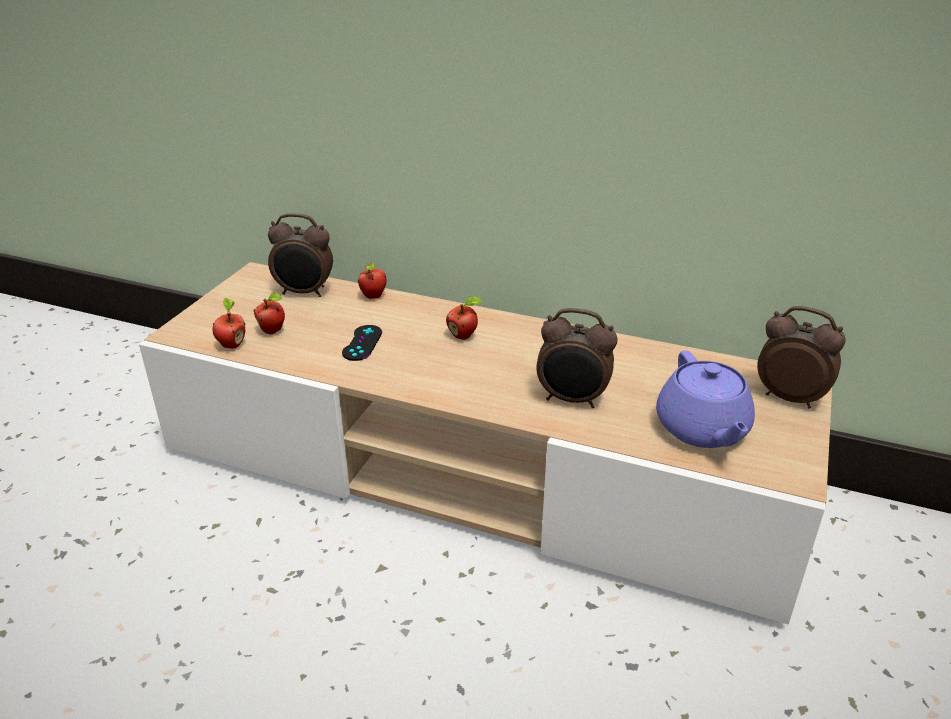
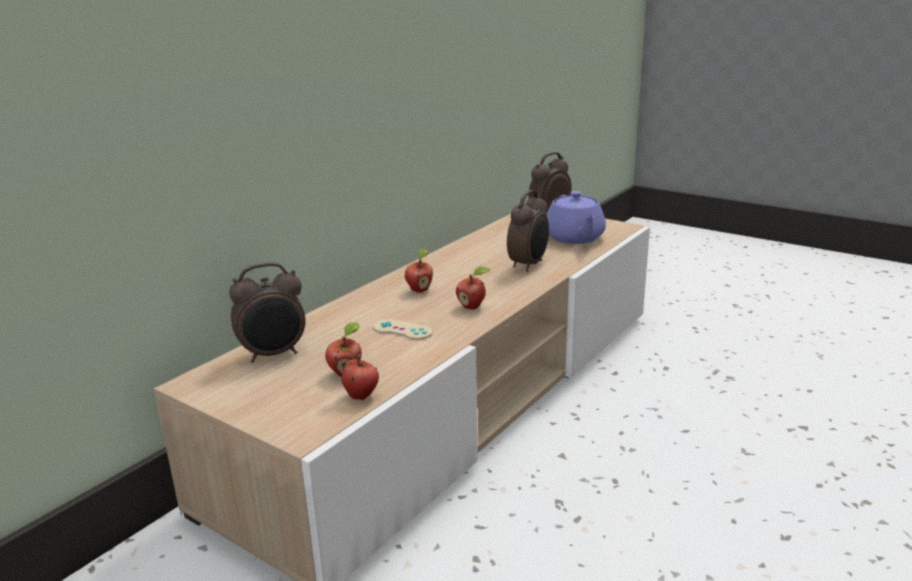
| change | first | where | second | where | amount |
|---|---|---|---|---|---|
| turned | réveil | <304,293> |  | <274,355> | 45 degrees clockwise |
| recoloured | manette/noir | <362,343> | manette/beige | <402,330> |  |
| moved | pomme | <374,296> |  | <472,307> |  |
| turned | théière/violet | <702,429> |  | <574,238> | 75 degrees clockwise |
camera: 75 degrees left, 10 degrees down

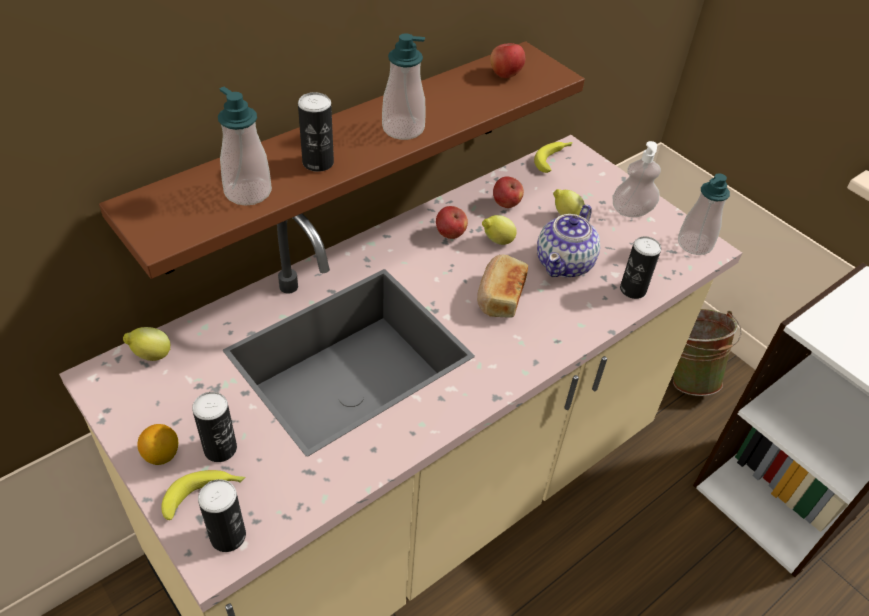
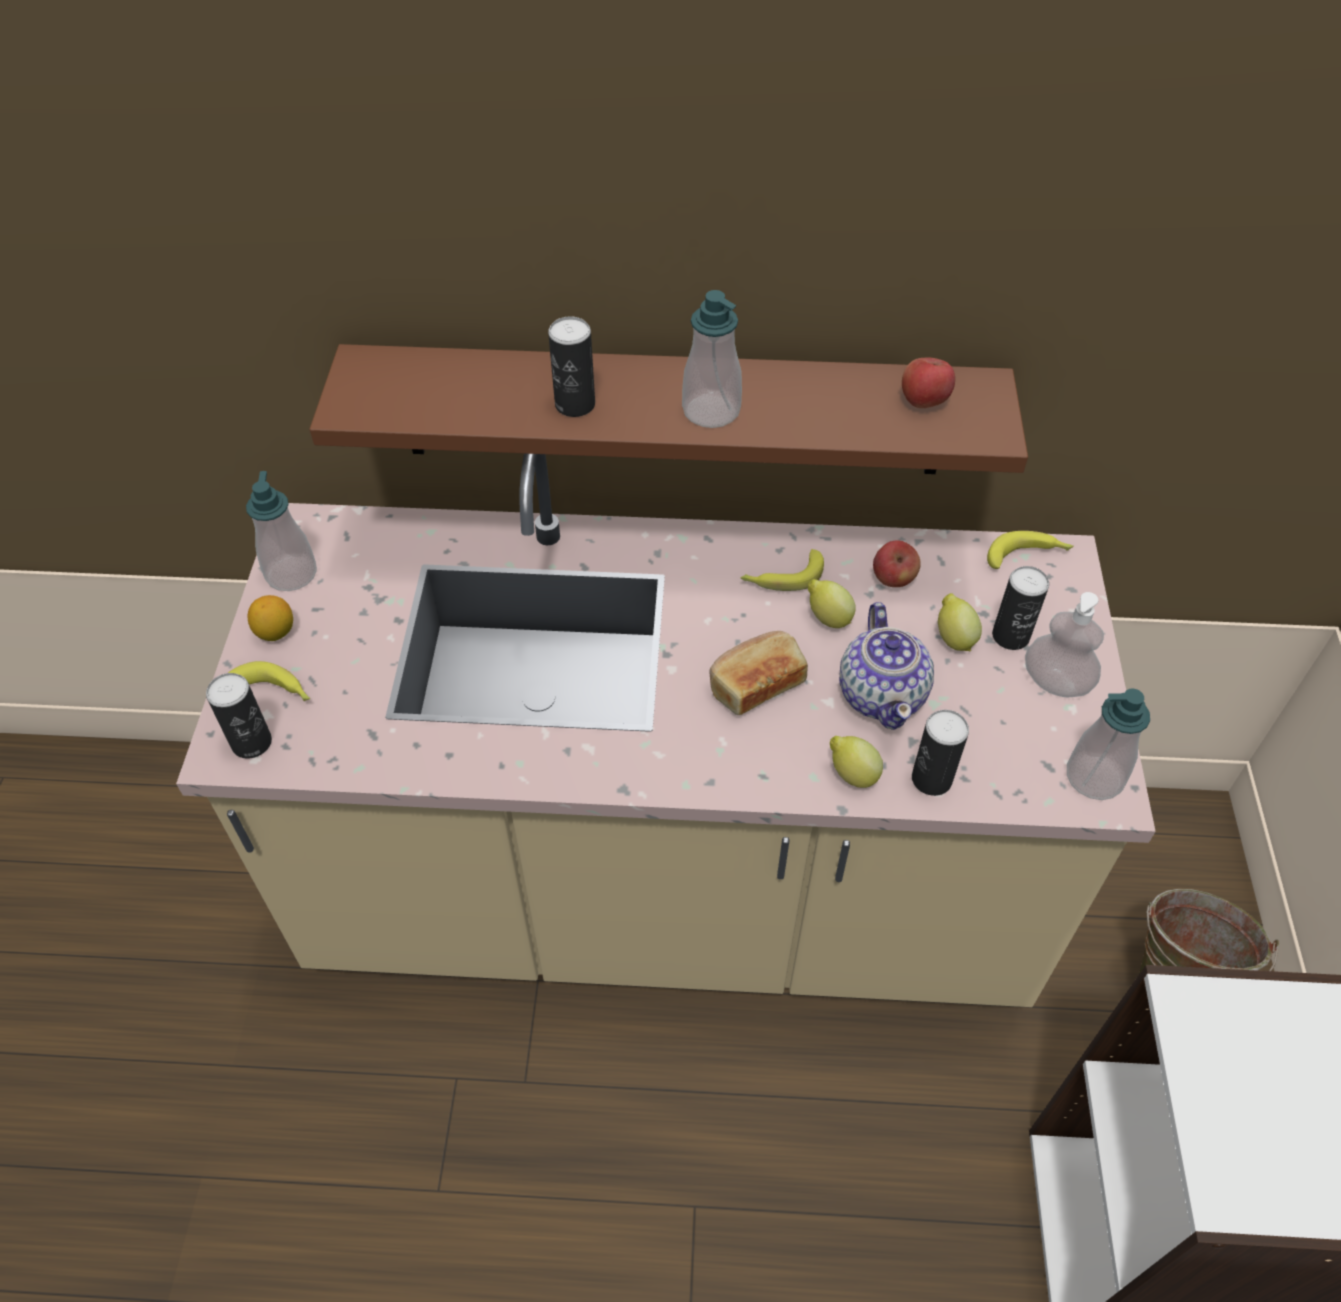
| change | first | where | second | where | amount |
|---|---|---|---|---|---|
| moved | citron | <151,356> |  | <852,774> |  |
| moved | boîte métallique | <220,449> |  | <1010,636> |  |
| moved | distributeur de savon | <248,192> |  | <291,574> |  |
| replaced | pomme | <450,234> | banane | <782,577> |  |
| turned | théière | <565,263> |  | <882,694> | 75 degrees counterclockwise |
camera: 45 degrees right, 5 degrees up

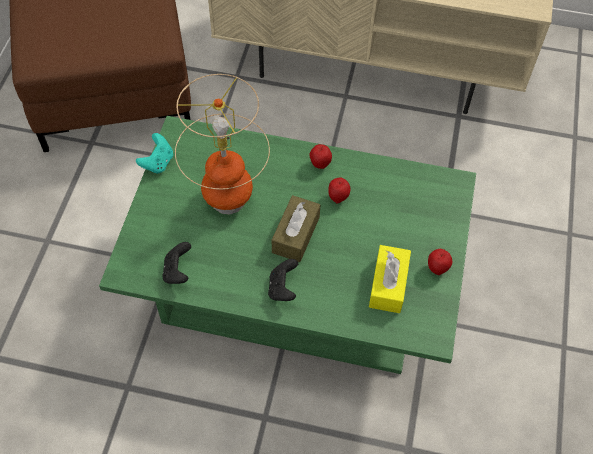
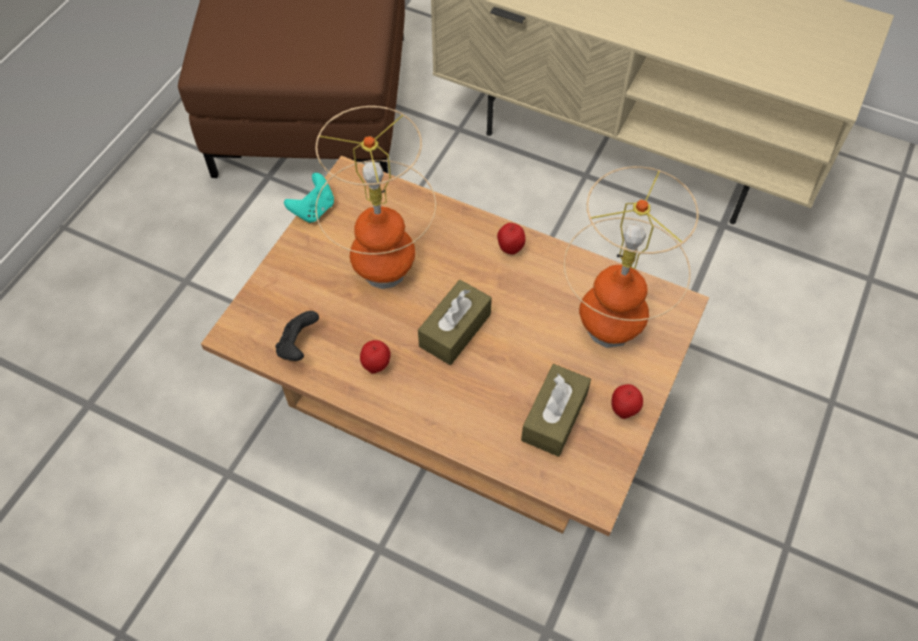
| change | first | where | second | where | amount |
|---|---|---|---|---|---|
| recoloured | table basse/vert | <294,289> | table basse/marron | <459,399> |  |
| removed | manette/noir | <282,288> |  |  |  |
| moved | pomme | <338,198> |  | <376,366> |  |
| recoloured | boîte à mouchoirs/jaune | <388,285> | boîte à mouchoirs/marron | <554,417> |  |
| added |  |  | lampe de table | <608,328> |  |
camera: 15 degrees right, 0 degrees up

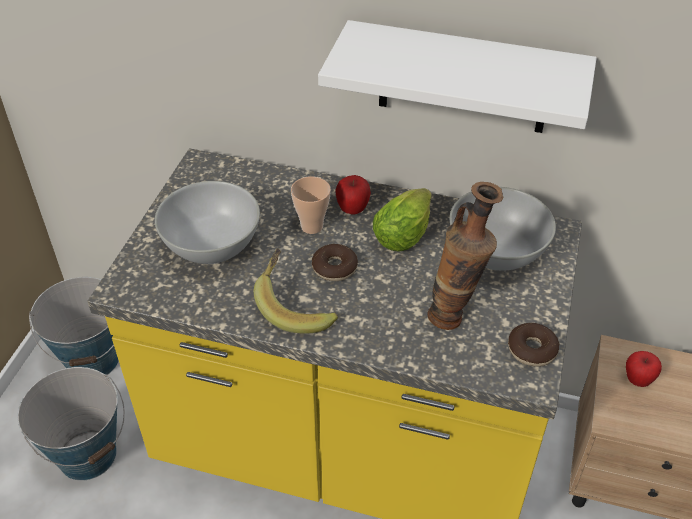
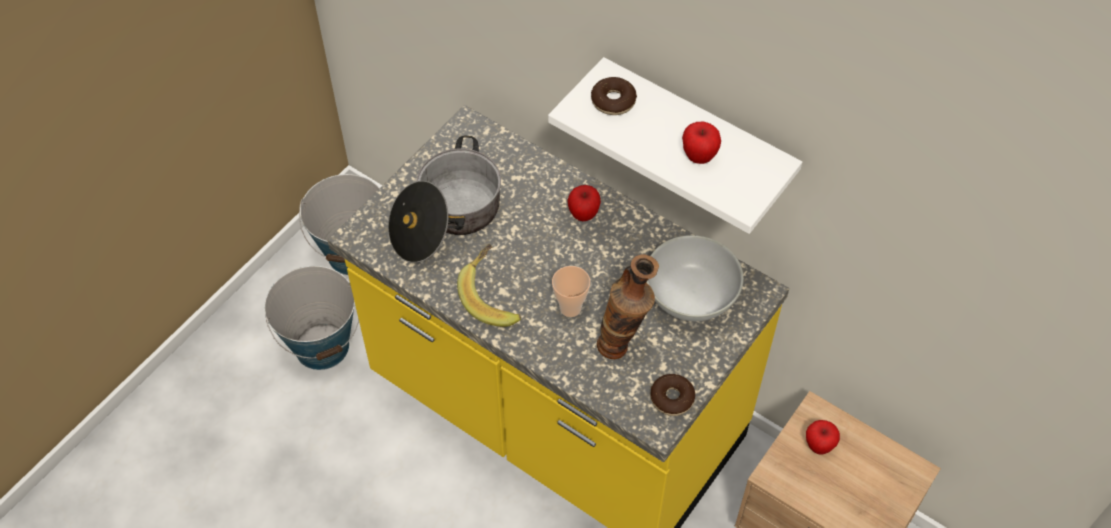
| change | first | where | second | where | amount |
|---|---|---|---|---|---|
| replaced | bol/blanc | <213,248> | marmite | <446,219> |  |
| moved | tasse | <312,226> |  | <570,308> |  |
| moved | beignet | <334,268> |  | <613,101> |  |
| removed | laitue | <405,233> |  |  |  |
| added |  |  | pomme | <699,156> |  |
camera: 20 degrees right, 10 degrees up

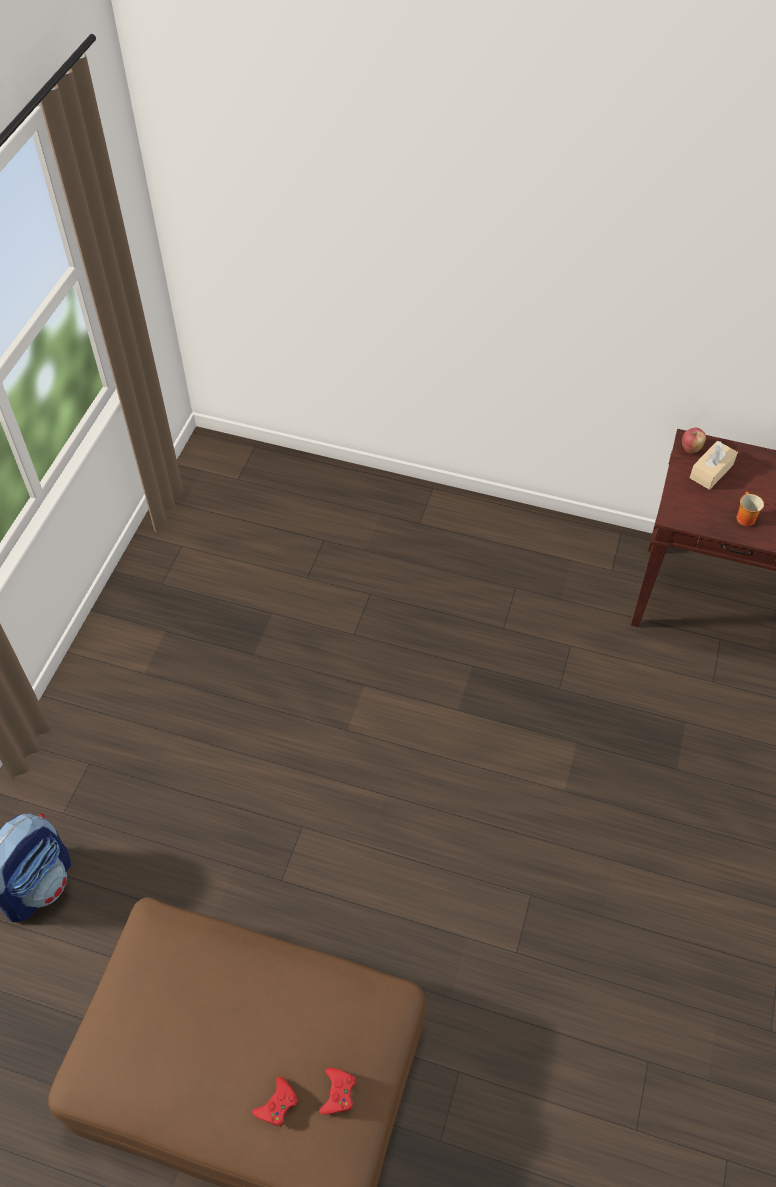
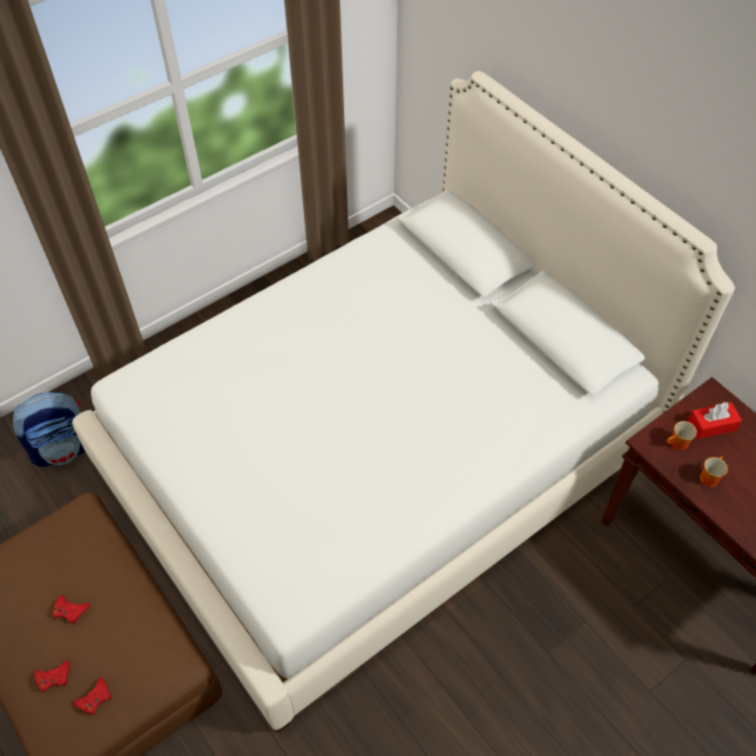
| change | first | where | second | where | amount |
|---|---|---|---|---|---|
| removed | pomme | <690,448> |  |  |  |
| recoloured | boîte à mouchoirs/beige | <711,471> | boîte à mouchoirs/rouge | <711,425> |  |
| added |  |  | manette/rouge | <70,610> |  |
| added |  |  | lit/blanc | <379,460> |  |
| added |  |  | mug | <677,444> |  |
camera: 35 degrees right, 0 degrees up

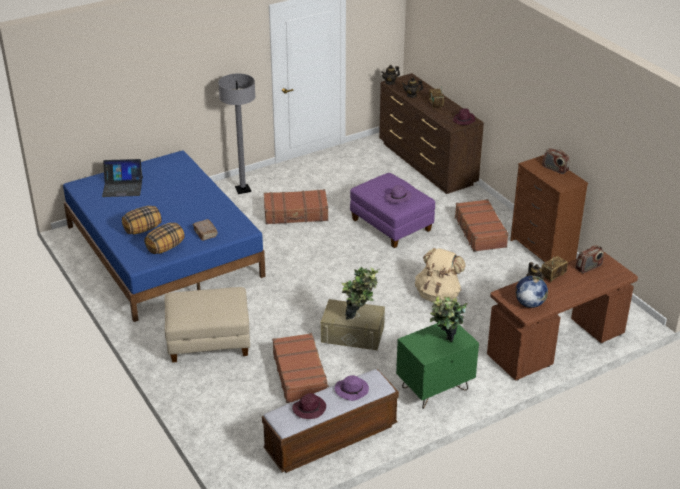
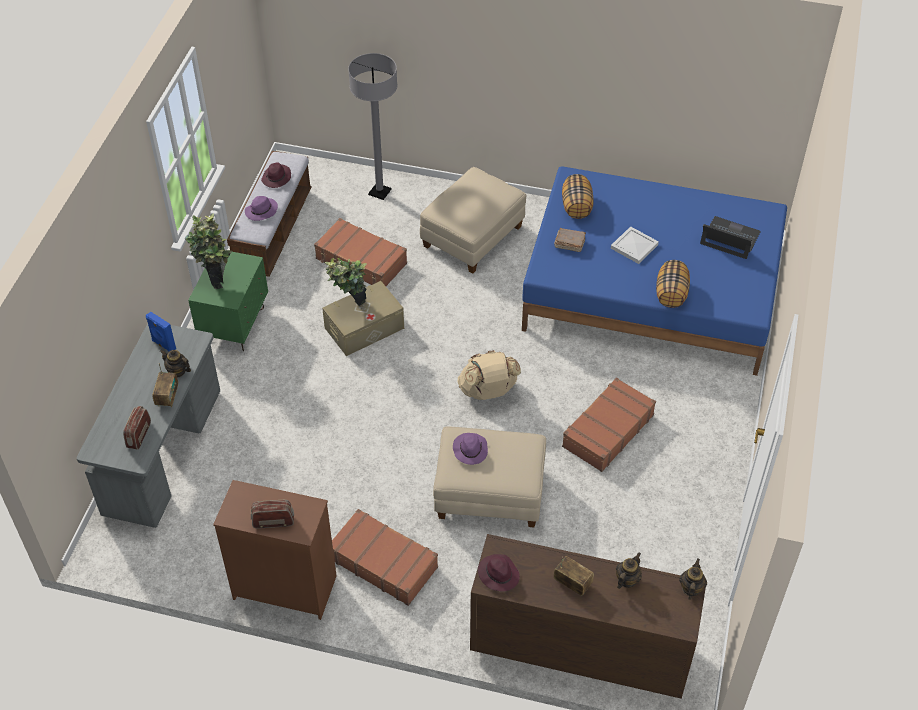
| change | first | where | second | where | amount |
|---|---|---|---|---|---|
| turned | ordinateur portable | <122,187> |  | <729,238> | 75 degrees clockwise |
| moved | coussin | <143,229> |  | <671,294> |  |
| moved | lampadaire/gris | <243,190> |  | <379,192> |  |
| recoloured | pouf/violet | <391,225> | pouf/beige | <489,494> |  |
| moved | sac à dos/beige | <438,295> |  | <488,391> |  |
| recoloured | bureau/marron | <556,345> | bureau/gris | <163,452> |  |
| replaced | globe | <529,304> | enceinte/bleu | <163,345> |  |
| added |  |  | plateau/blanc | <635,246> |  |
camera: 135 degrees right, 15 degrees up

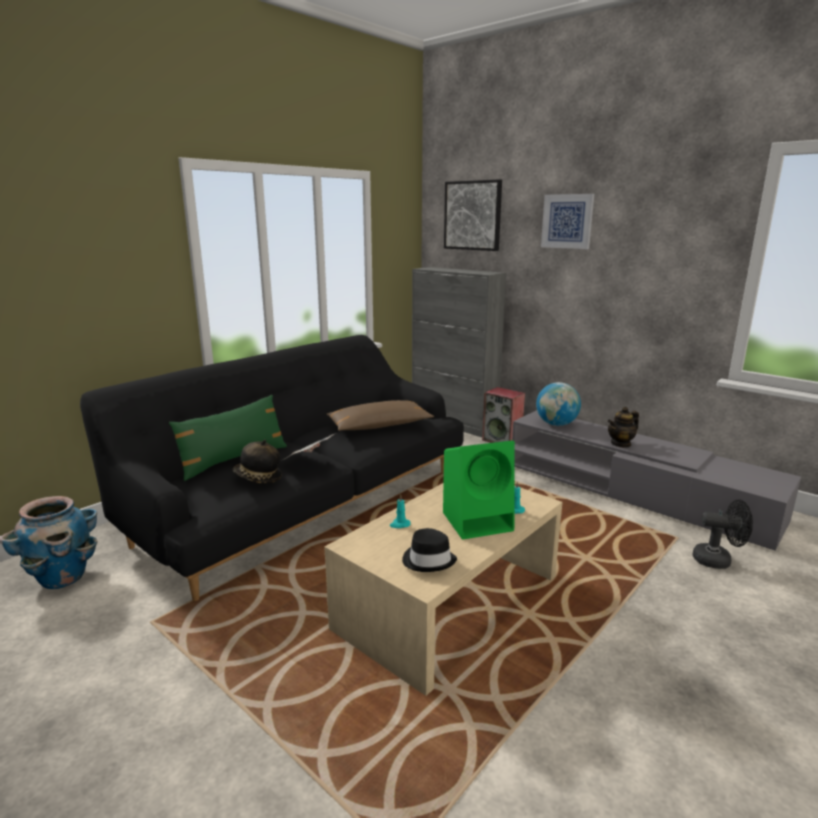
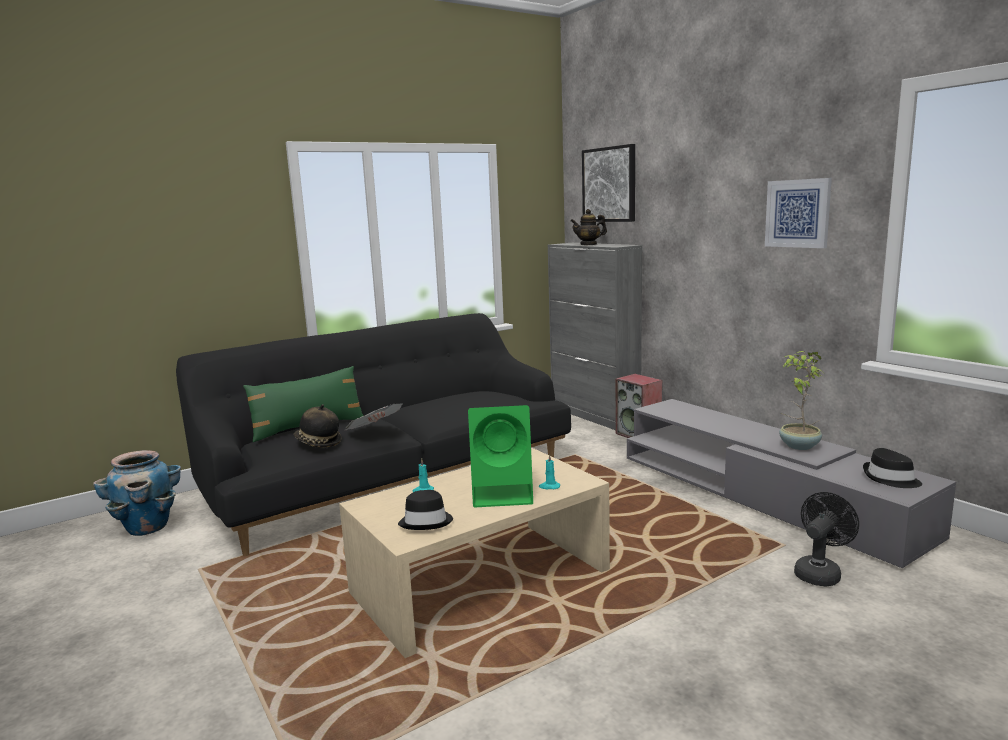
| change | first | where | second | where | amount |
|---|---|---|---|---|---|
| removed | coussin/marron | <379,426> |  |  |  |
| removed | globe | <556,424> |  |  |  |
| moved | tableau | <567,221> |  | <798,213> |  |
| moved | théière | <621,444> |  | <588,244> |  |
| turned | ventilateur/noir | <718,560> |  | <820,572> | 75 degrees counterclockwise |
| added |  |  | plante en pot | <798,446> |  |
| added |  |  | chapeau/noir | <890,479> |  |
camera: 15 degrees right, 5 degrees down

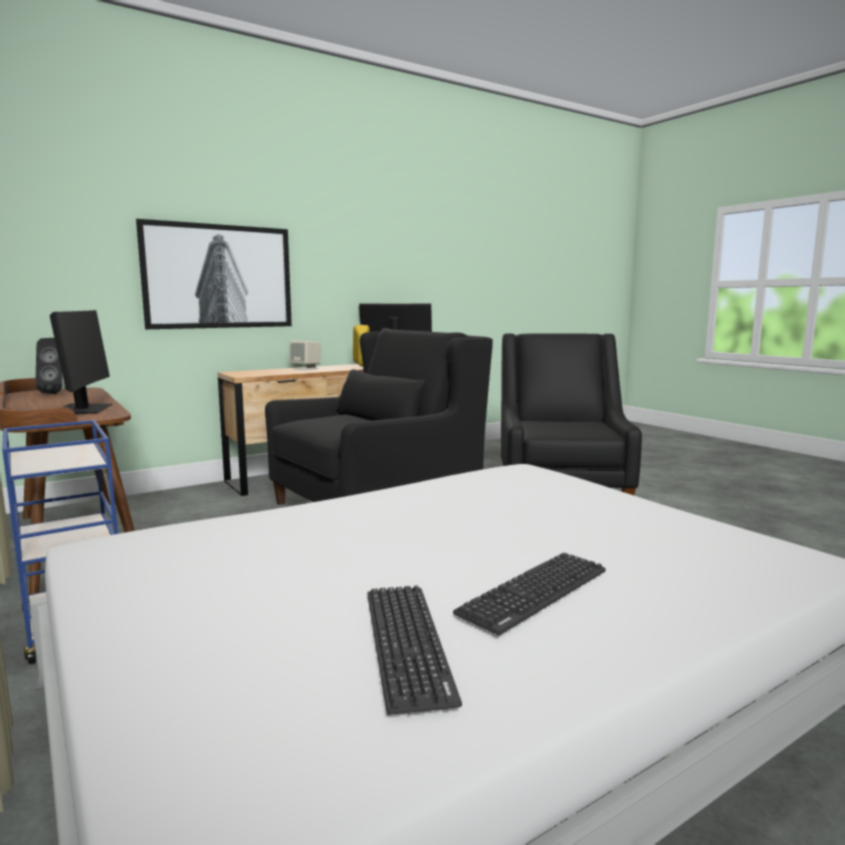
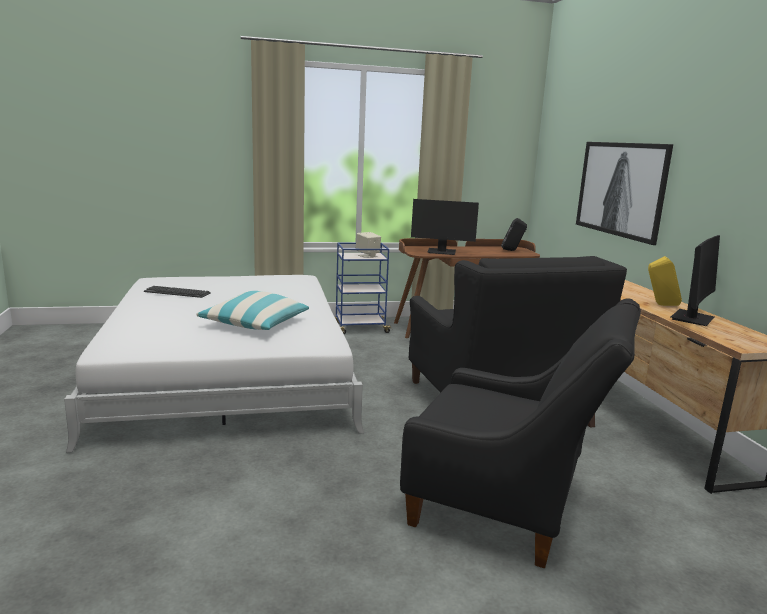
| change | first | where | second | where | amount |
|---|---|---|---|---|---|
| moved | enceinte/beige | <306,369> |  | <367,256> |  |
| removed | clavier | <535,592> |  |  |  |
| added |  |  | coussin | <255,323> |  |
camera: 110 degrees right, 5 degrees up

